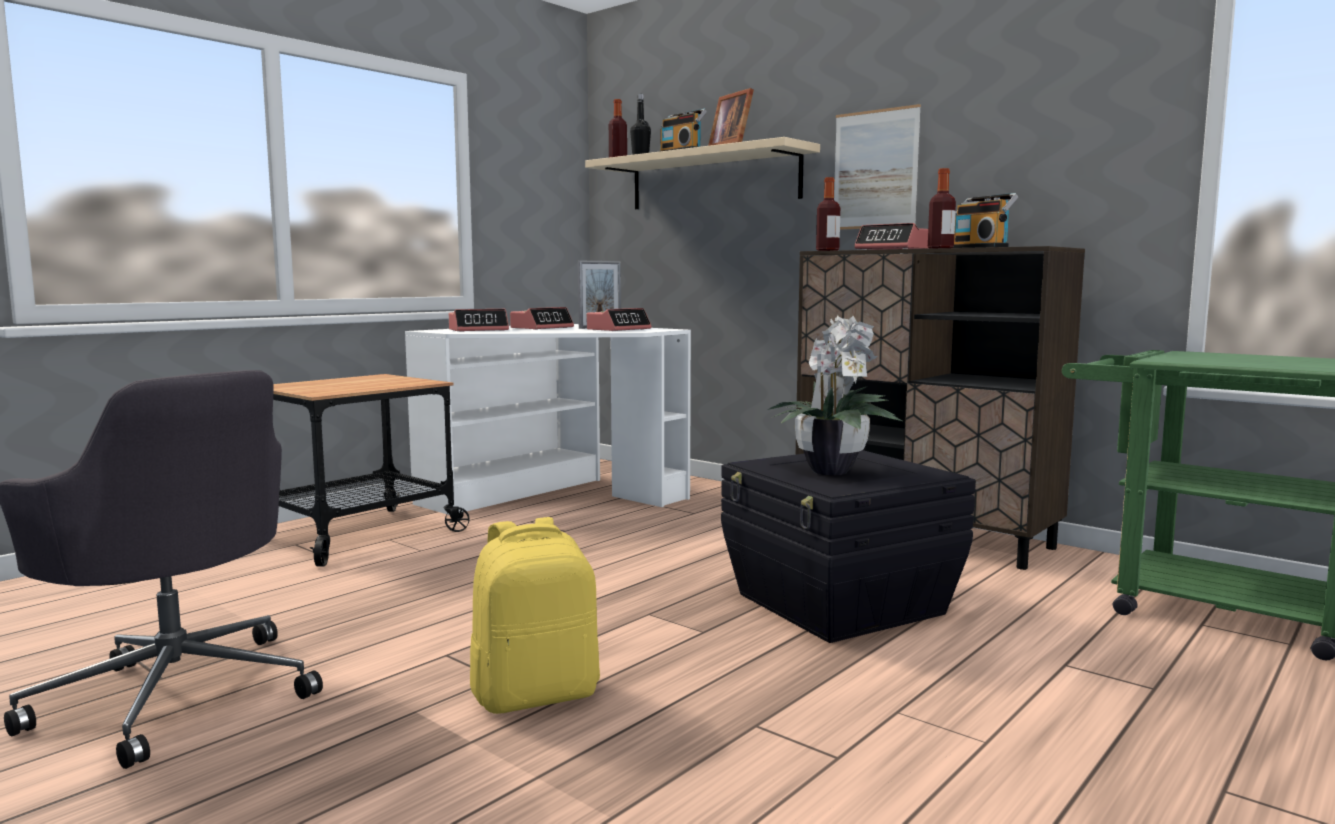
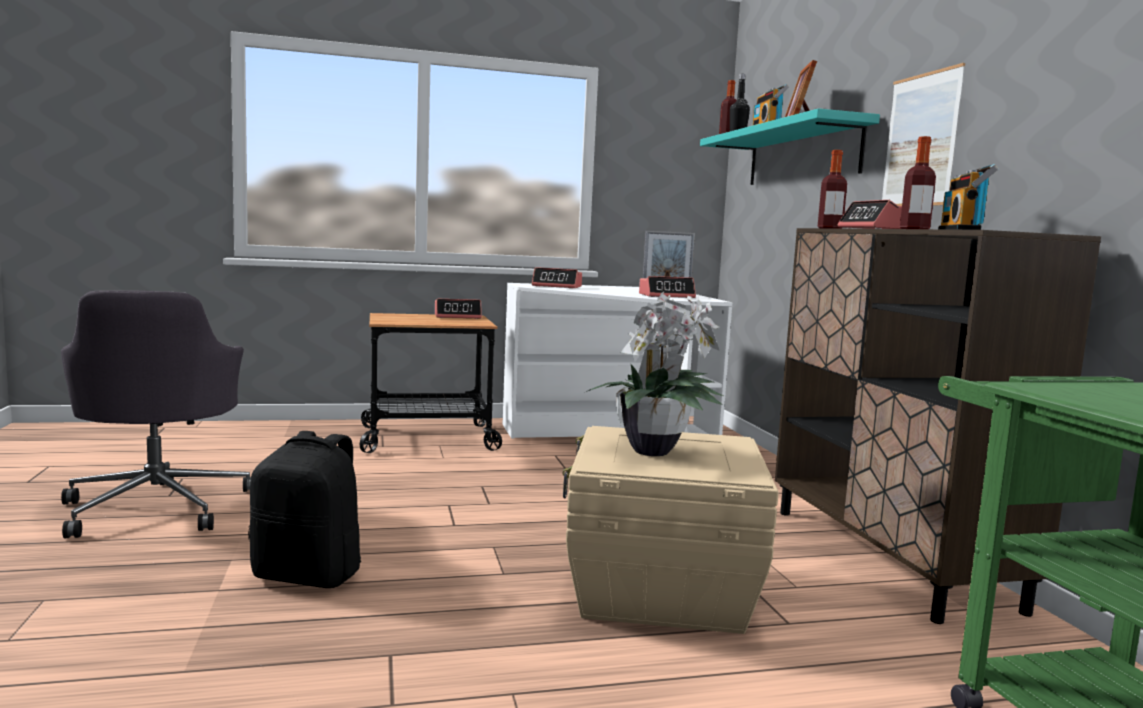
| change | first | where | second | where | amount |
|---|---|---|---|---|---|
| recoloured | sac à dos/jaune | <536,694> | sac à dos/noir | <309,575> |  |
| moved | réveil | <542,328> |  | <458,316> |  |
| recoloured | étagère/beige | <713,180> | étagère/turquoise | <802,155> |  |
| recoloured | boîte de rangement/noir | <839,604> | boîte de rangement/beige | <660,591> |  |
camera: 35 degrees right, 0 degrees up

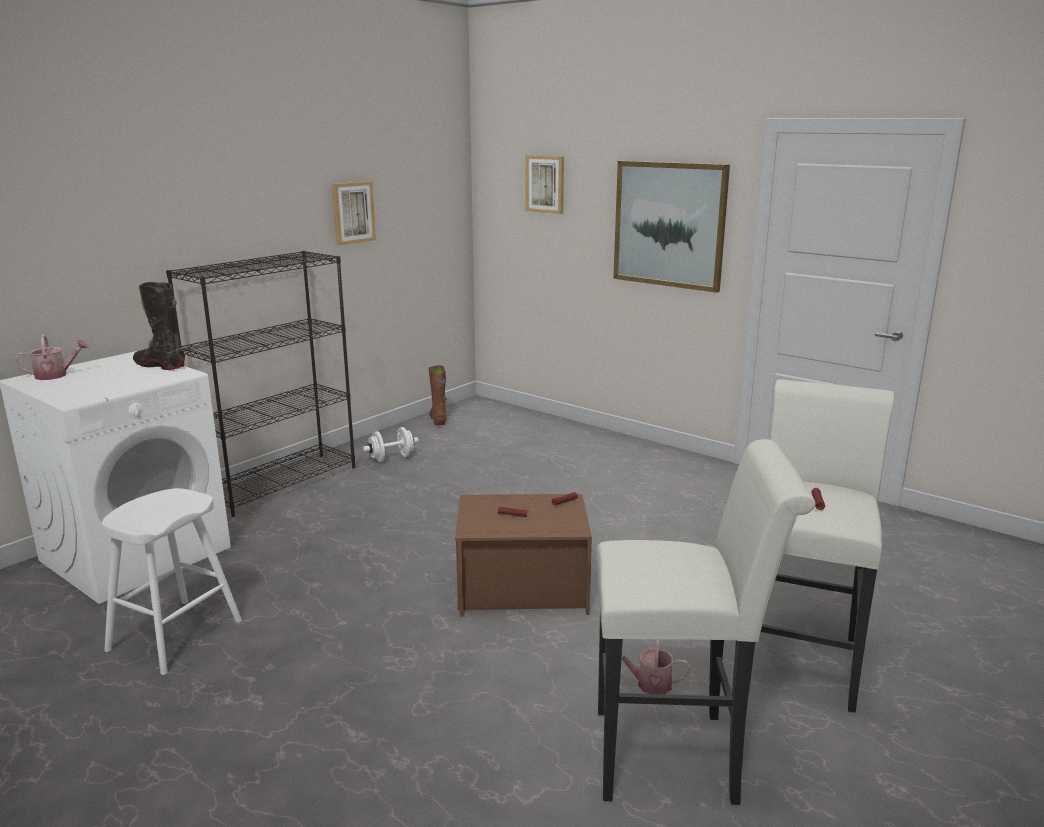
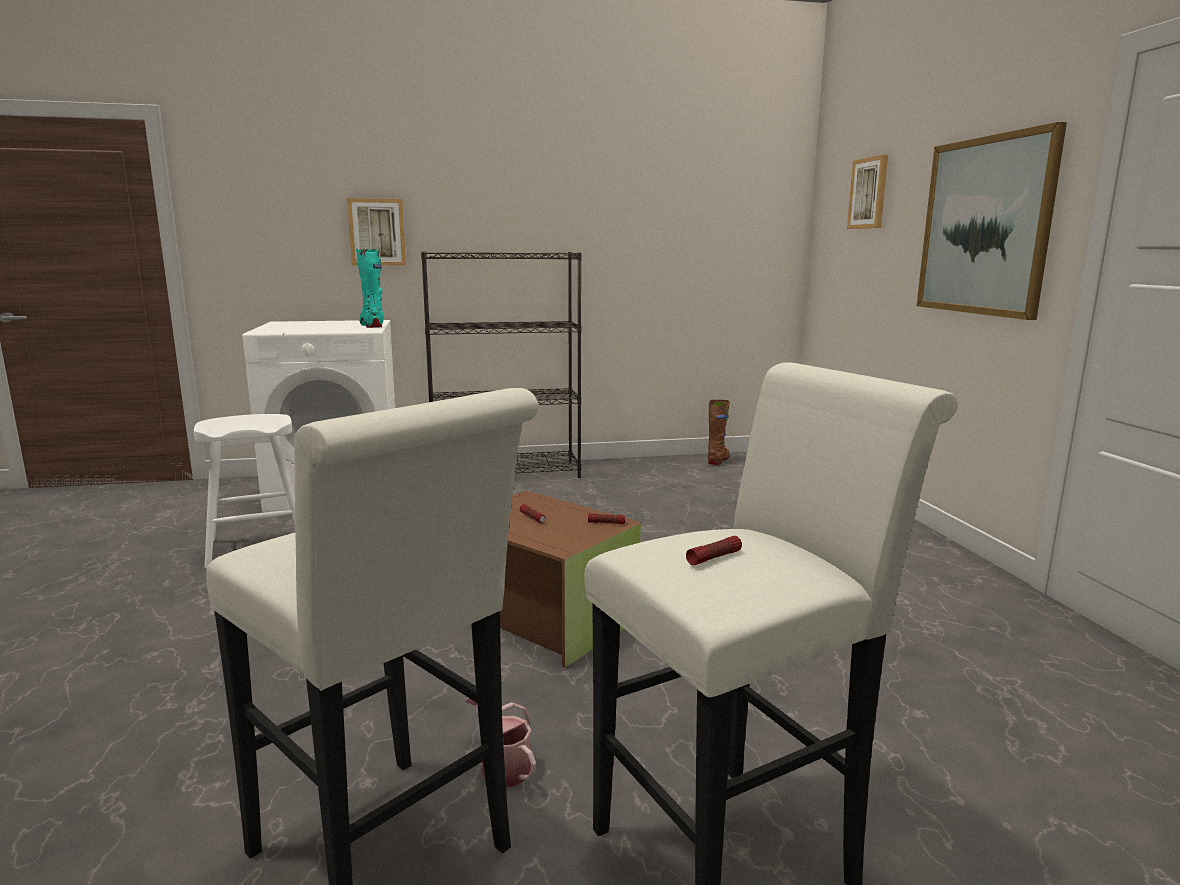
| change | first | where | second | where | amount |
|---|---|---|---|---|---|
| removed | arrosoir | <56,375> |  |  |  |
| recoloured | botte/noir | <160,366> | botte/turquoise | <372,326> |  |
| moved | tableau | <352,212> |  | <377,232> |  |
| removed | haltère/blanc | <391,458> |  |  |  |
camera: 40 degrees right, 5 degrees down

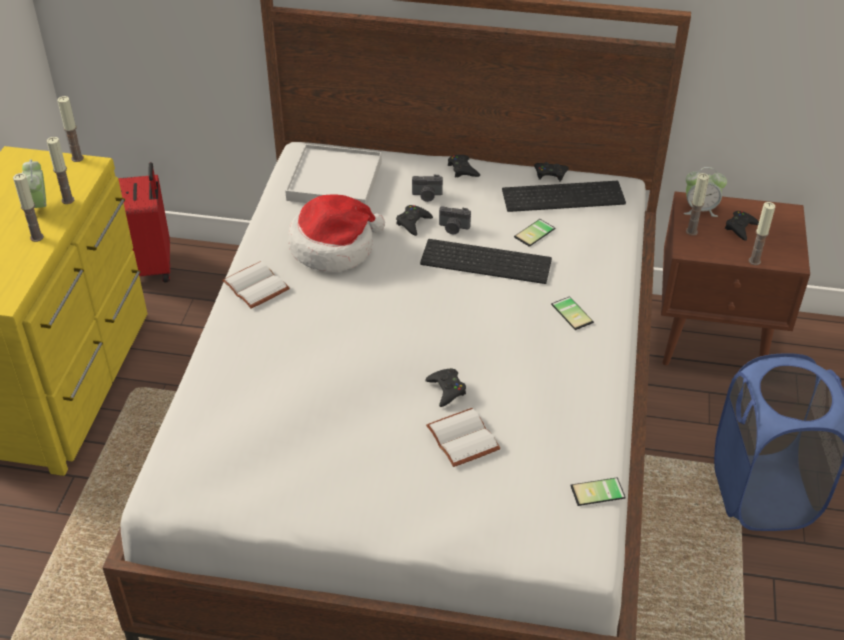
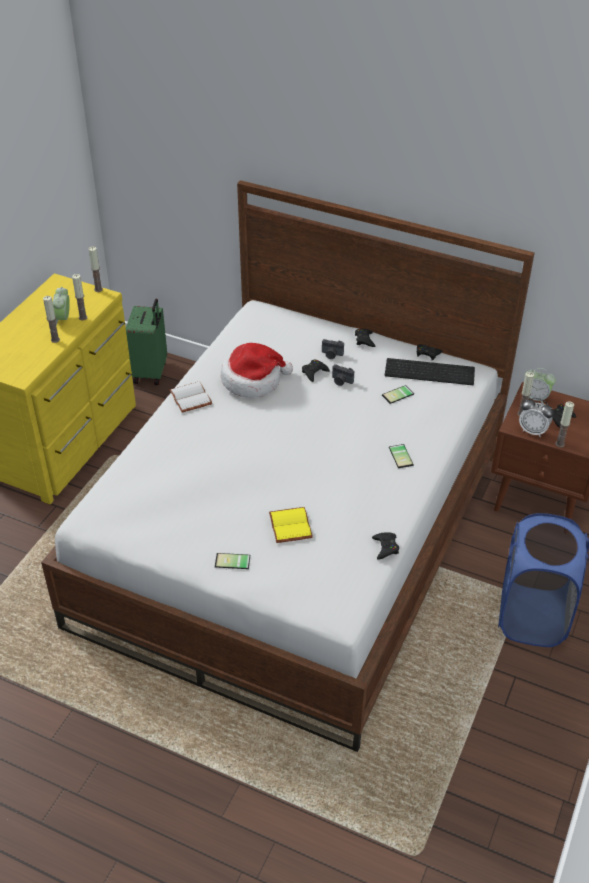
| change | first | where | second | where | amount |
|---|---|---|---|---|---|
| recoloured | valise/rouge | <153,266> | valise/vert | <151,372> |  |
| removed | plateau/blanc | <334,181> |  |  |  |
| removed | clavier | <487,260> |  |  |  |
| moved | manette/noir | <446,389> |  | <385,547> |  |
| recoloured | livre/blanc | <460,438> | livre/jaune | <289,525> |  |
| moved | téléphone | <598,494> |  | <232,562> |  |
| added |  |  | réveil | <533,431> |  |
camera: 15 degrees right, 0 degrees up

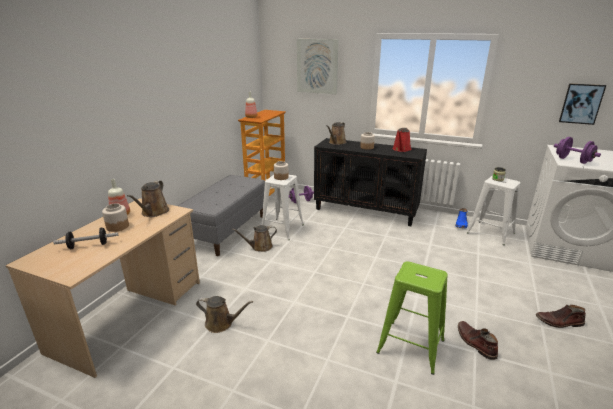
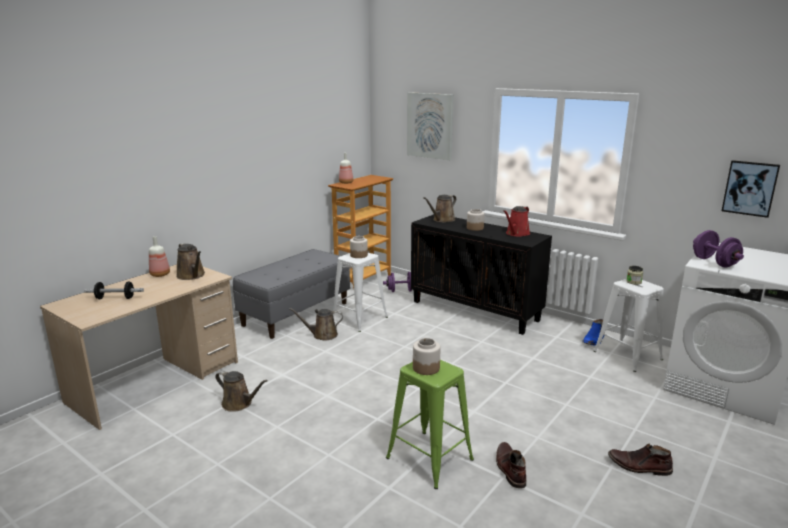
| change | first | where | second | where | amount |
|---|---|---|---|---|---|
| moved | bocal | <117,226> |  | <426,368> |  |
| turned | arrosoir/marron | <153,212> |  | <192,276> | 60 degrees counterclockwise |
camera: 15 degrees right, 5 degrees down

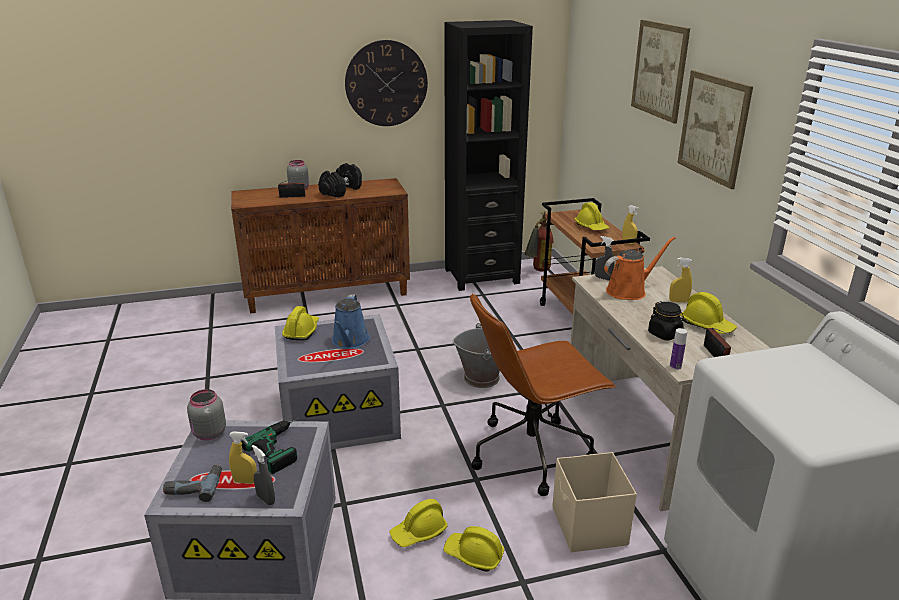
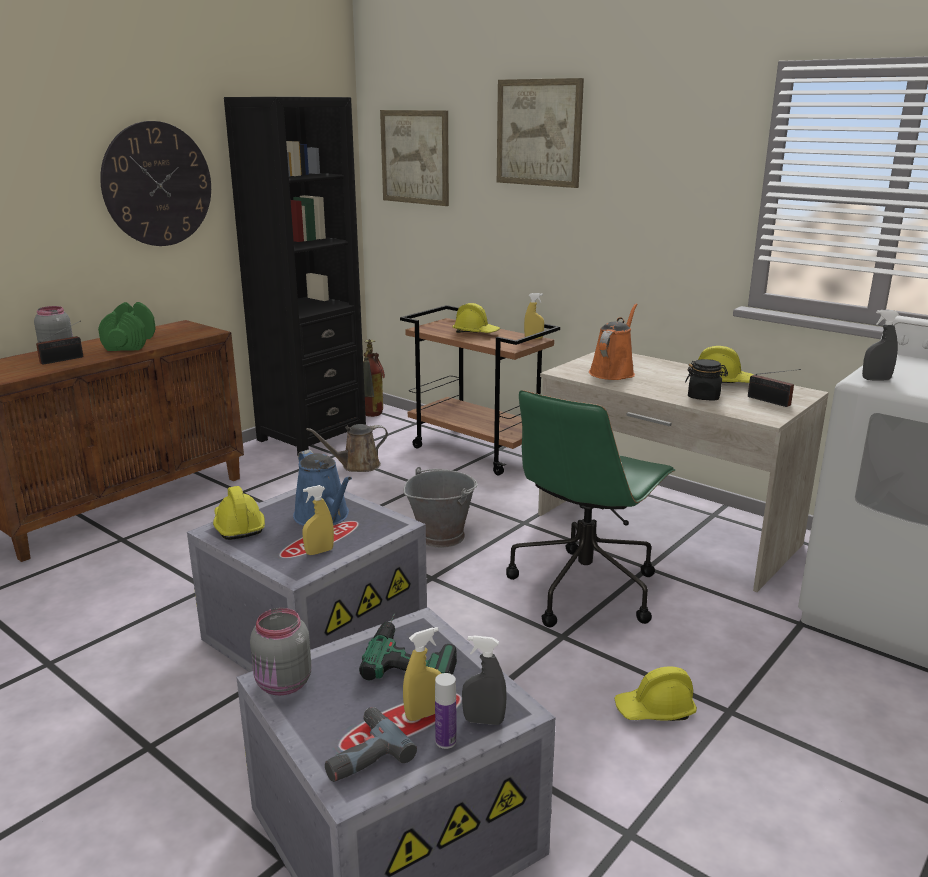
| change | first | where | second | where | amount |
|---|---|---|---|---|---|
| recoloured | haltère/noir | <341,191> | haltère/vert | <129,343> |  |
| removed | casque de chantier/jaune | <419,532> |  |  |  |
| recoloured | chaise de bureau/marron | <532,452> | chaise de bureau/vert | <584,588> |  |
| removed | boîte de rangement/beige | <589,527> |  |  |  |
| moved | vaporisateur/gris | <603,278> |  | <876,379> |  |
| moved | vaporisateur/jaune | <678,301> |  | <319,552> |  |
| moved | bouteille | <675,366> |  | <446,741> |  |
| moved | tableau | <713,128> |  | <415,157> |  |
| added |  |  | arrosoir/marron | <357,466> |  |
camera: 35 degrees left, 5 degrees down

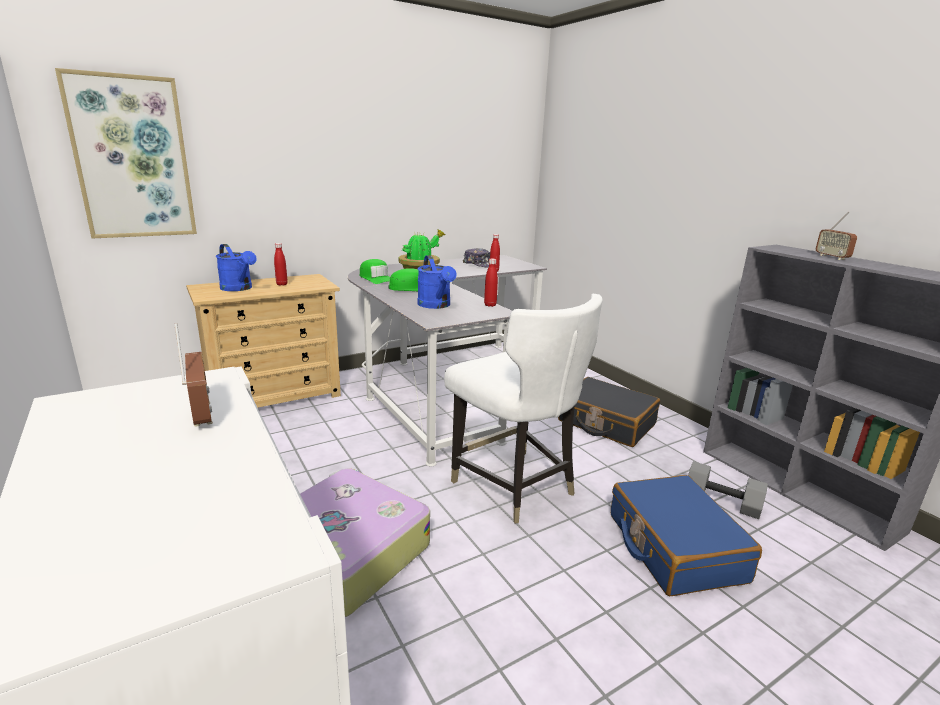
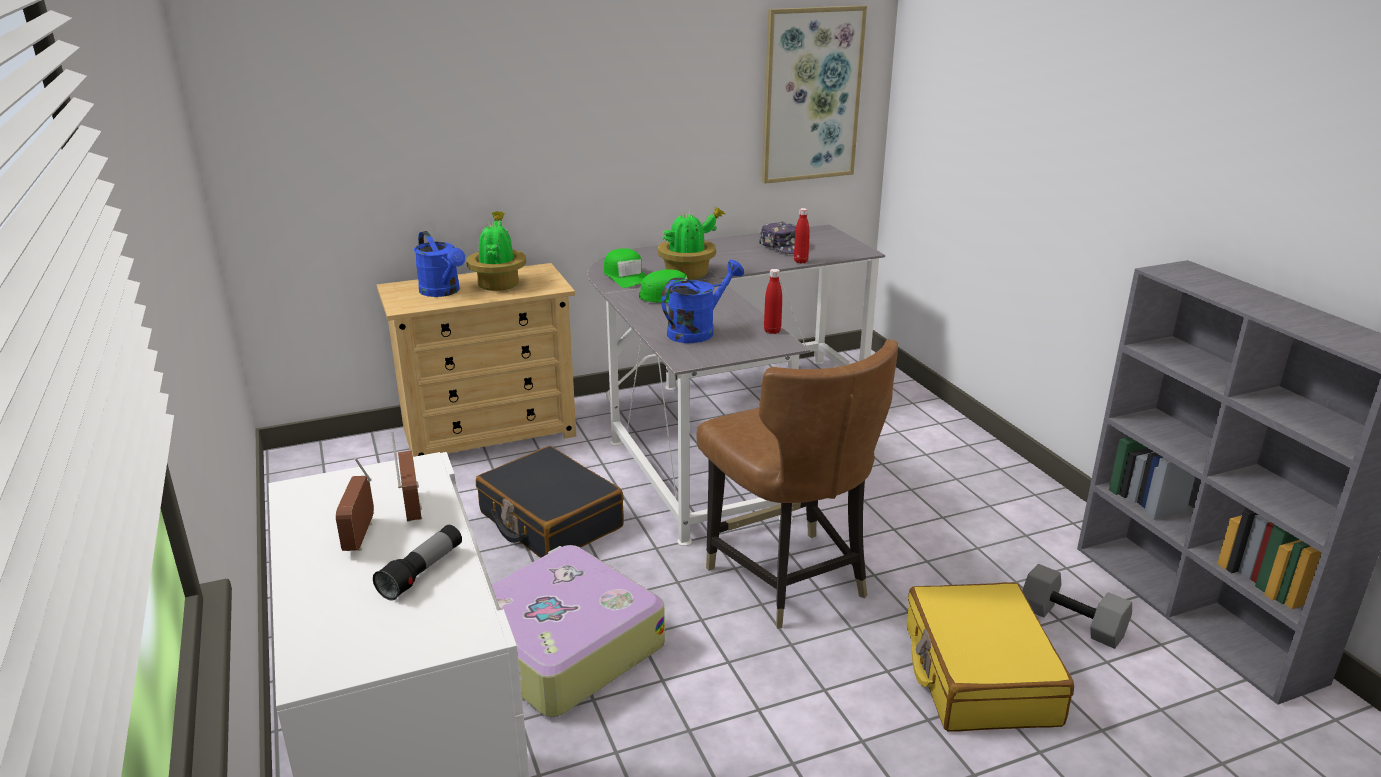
| change | first | where | second | where | amount |
|---|---|---|---|---|---|
| moved | tableau | <132,158> |  | <811,95> |  |
| replaced | bouteille/rouge | <282,284> | plante en pot | <498,284> |  |
| turned | arrosoir/bleu | <436,305> |  | <697,331> | 120 degrees counterclockwise |
| recoloured | chaise/blanc | <514,485> | chaise/marron | <789,579> |  |
| moved | valise/noir | <606,423> |  | <550,520> |  |
| recoloured | valise/bleu | <674,547> | valise/jaune | <978,674> |  |
| moved | radio | <832,257> |  | <360,536> |  |
| added |  |  | lampe de poche | <422,572> |  |
camera: 10 degrees right, 5 degrees up

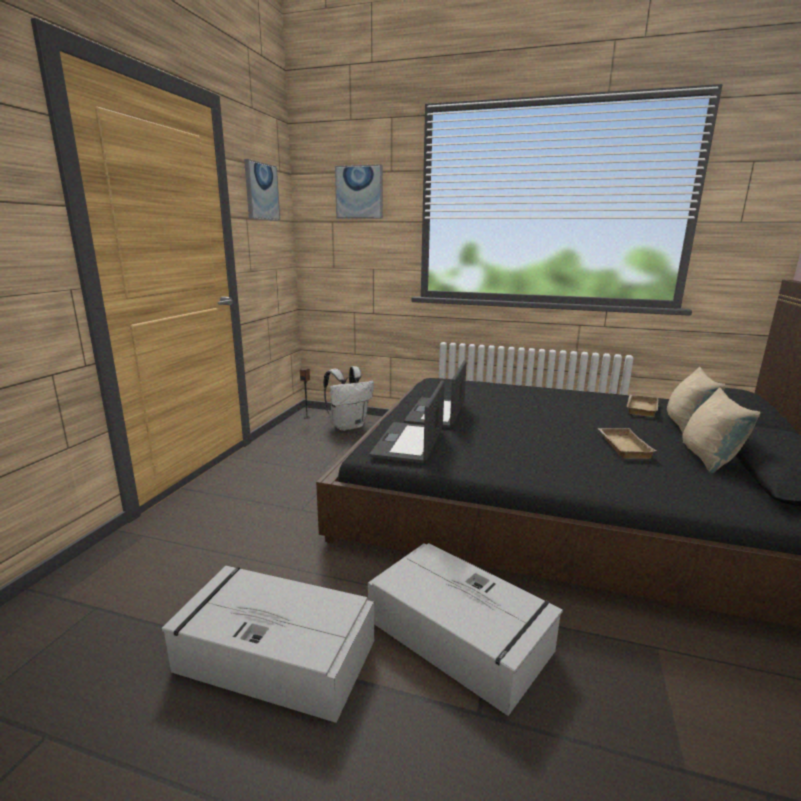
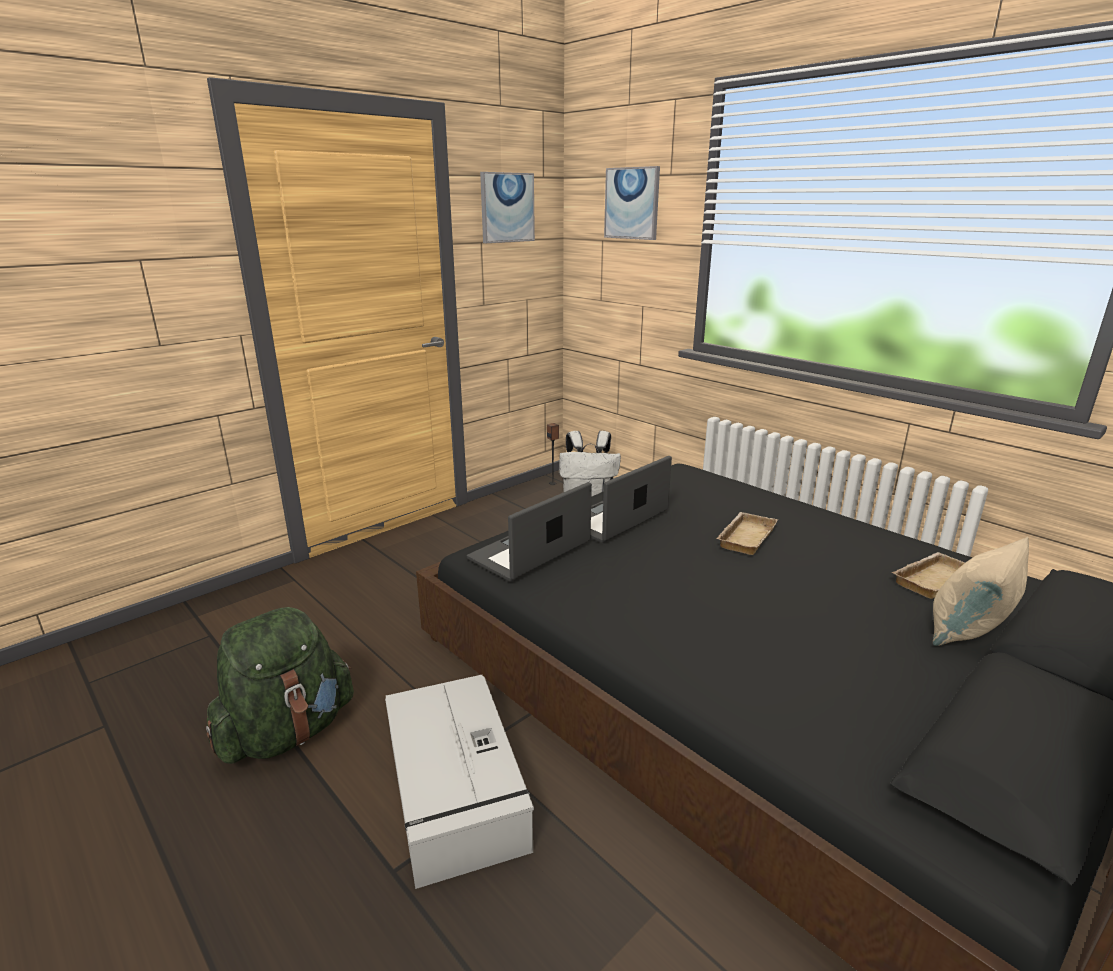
| change | first | where | second | where | amount |
|---|---|---|---|---|---|
| replaced | boîte de rangement/gris | <273,655> | sac à dos/vert | <288,732> |  |
| moved | plateau/beige | <622,446> |  | <744,537> |  |
| removed | coussin/beige | <708,458> |  |  |  |
camera: 30 degrees right, 5 degrees up

